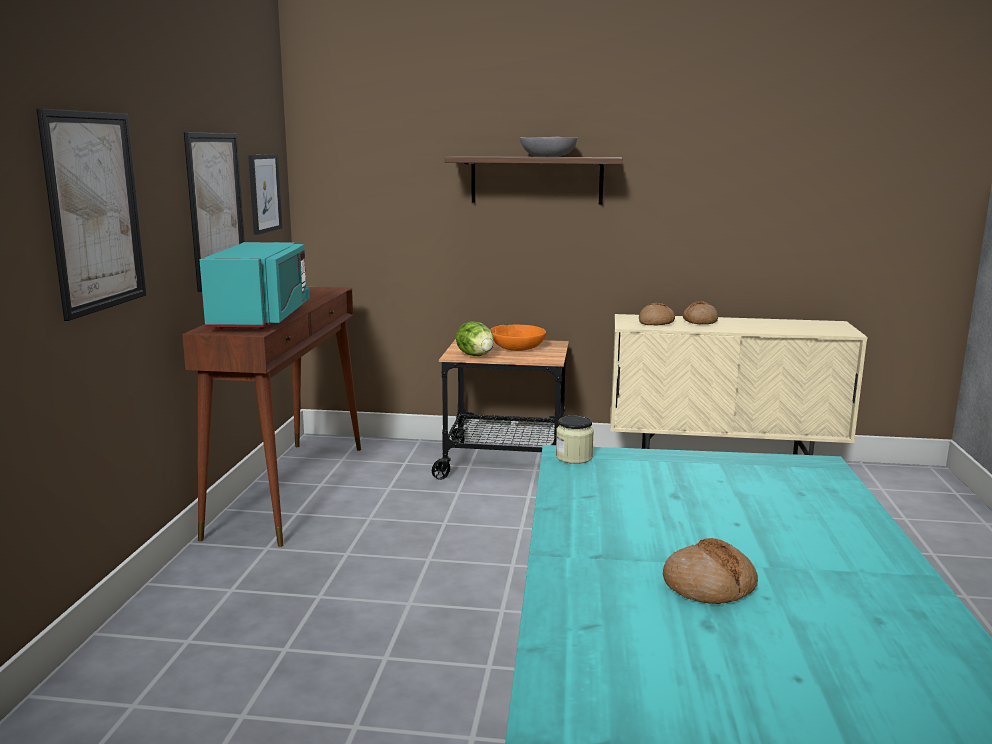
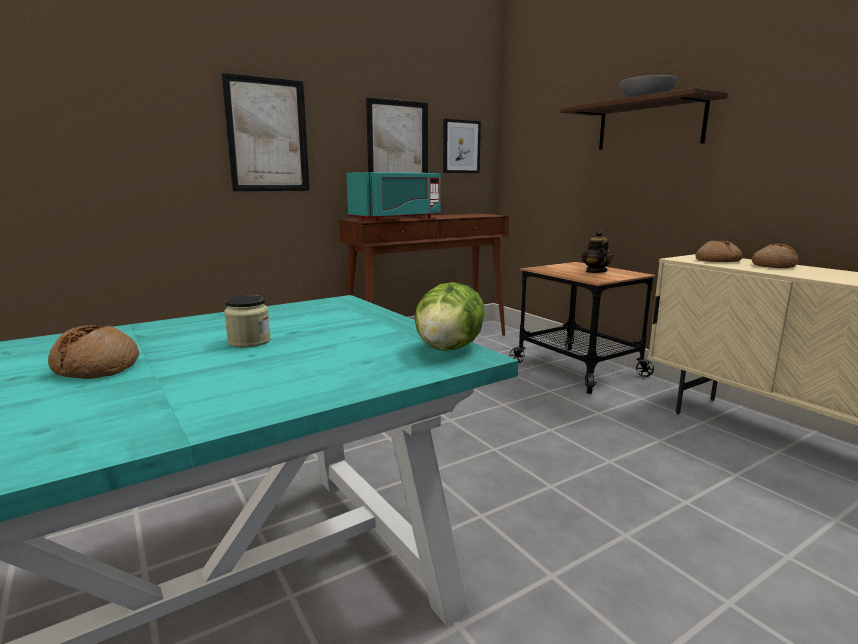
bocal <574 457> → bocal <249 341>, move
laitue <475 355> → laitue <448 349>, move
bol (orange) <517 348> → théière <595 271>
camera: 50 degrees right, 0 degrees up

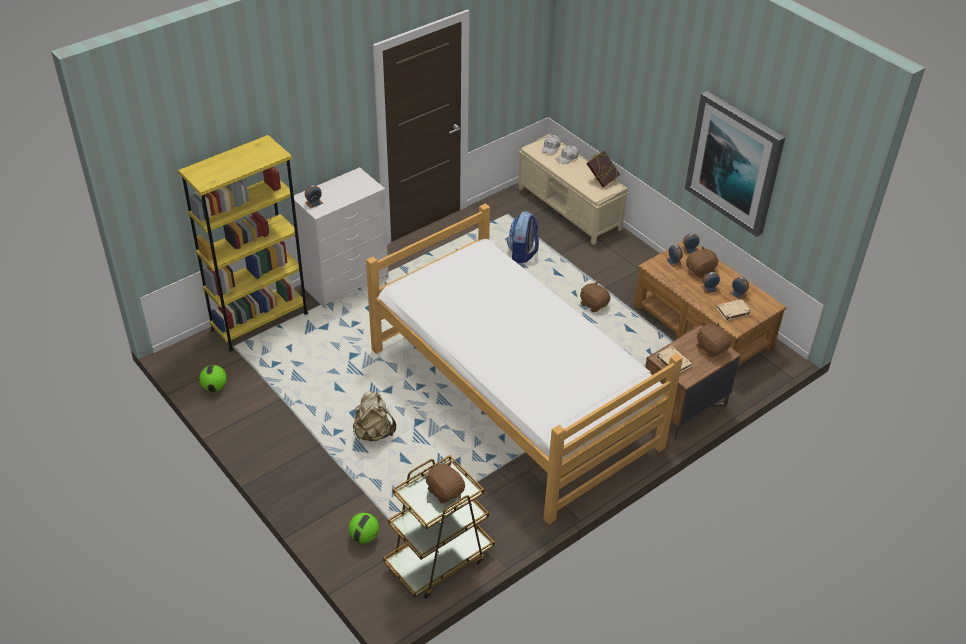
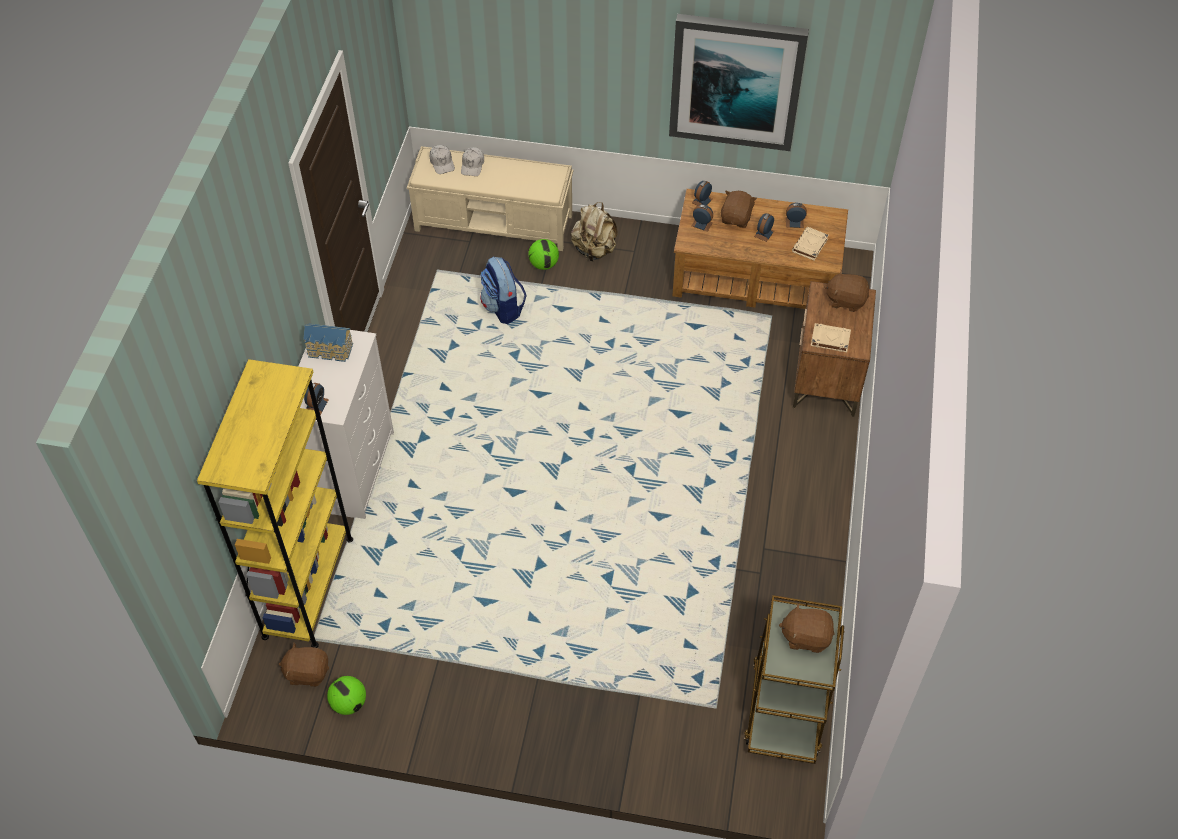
peluche (marron) <593 304> → peluche (marron) <307 672>, move
- → maison miniature <330 351>
ballon de foot <364 537> → ballon de foot <544 264>, move
sac à dos (beige) <373 433> → sac à dos (beige) <594 250>, move
lit <512 398> → -
livre <601 180> → -
camera: 40 degrees left, 10 degrees up

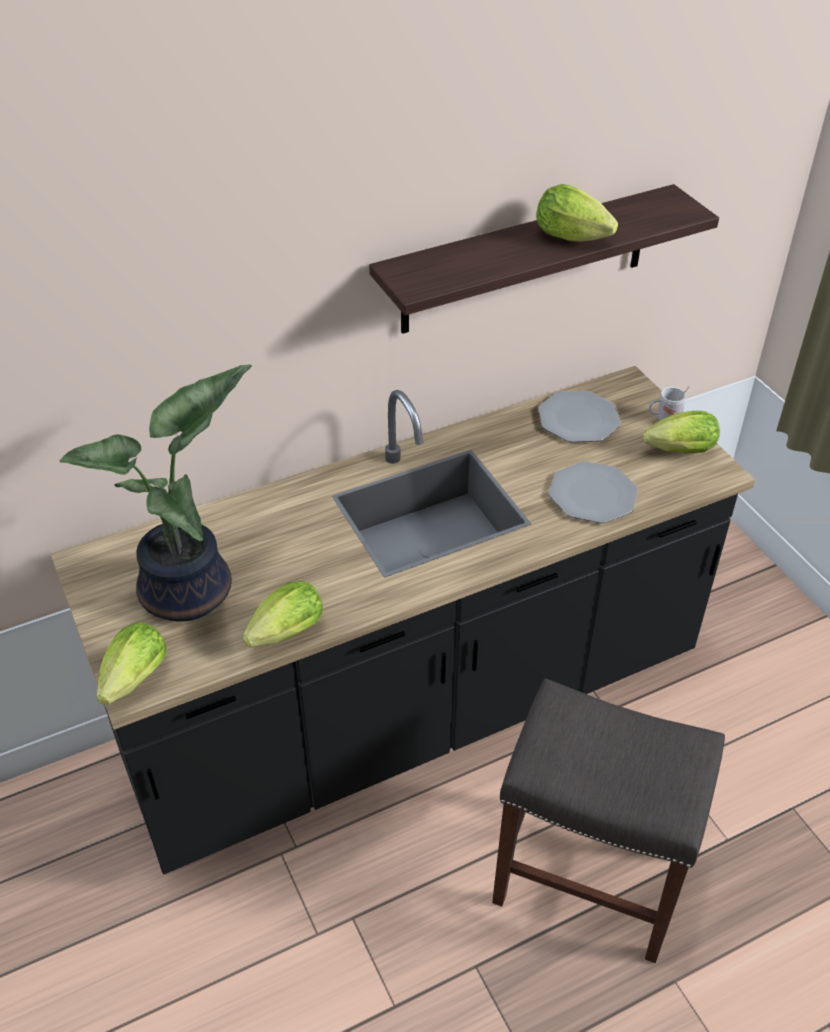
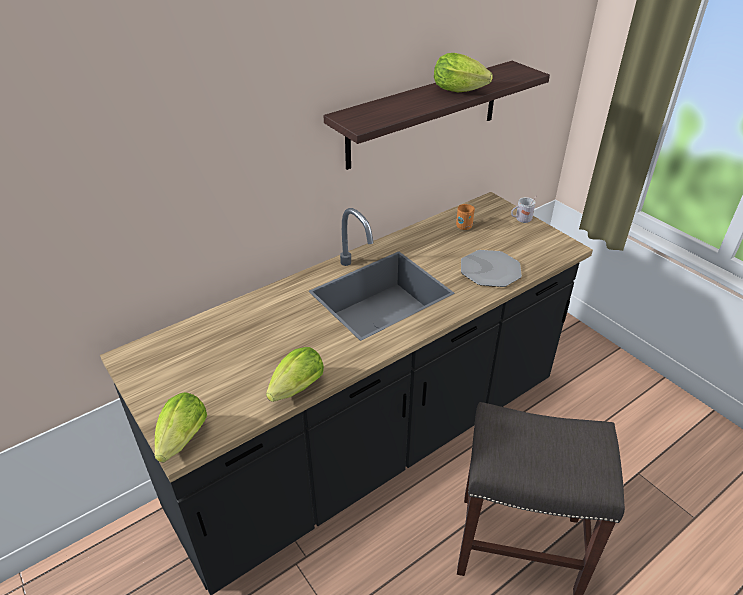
assiette <578 419> → mug (orange) <465 225>
plante en pot <192 593> → -
laitue <676 451> → -
camera: 10 degrees left, 5 degrees down

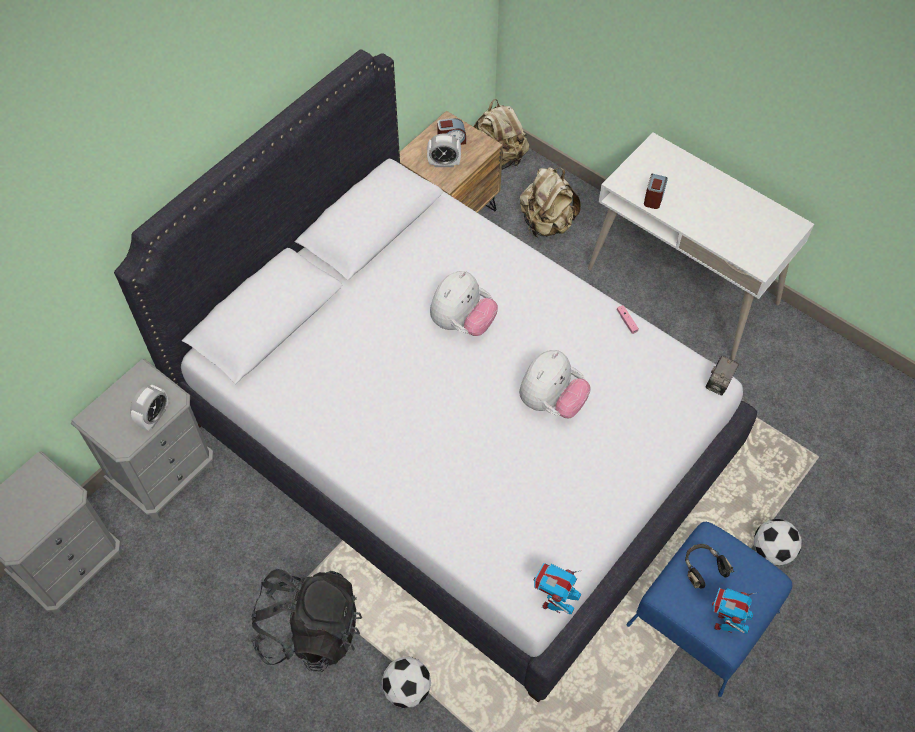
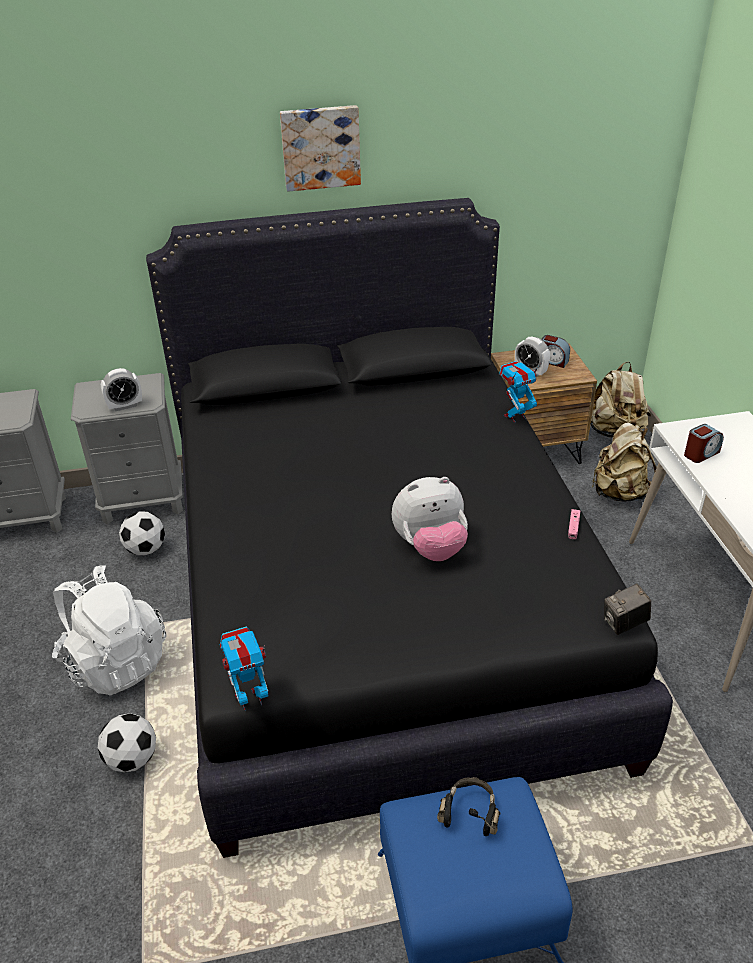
sac à dos (noir) <310 630> → sac à dos (blanc) <115 661>
ballon de foot <772 550> → ballon de foot <146 549>, move
lit (blanc) <455 438> → lit (noir) <378 599>
- → tableau <320 147>
robot jouet <724 623> → robot jouet <515 416>, move
peluche <462 323> → -
camera: 40 degrees right, 20 degrees down

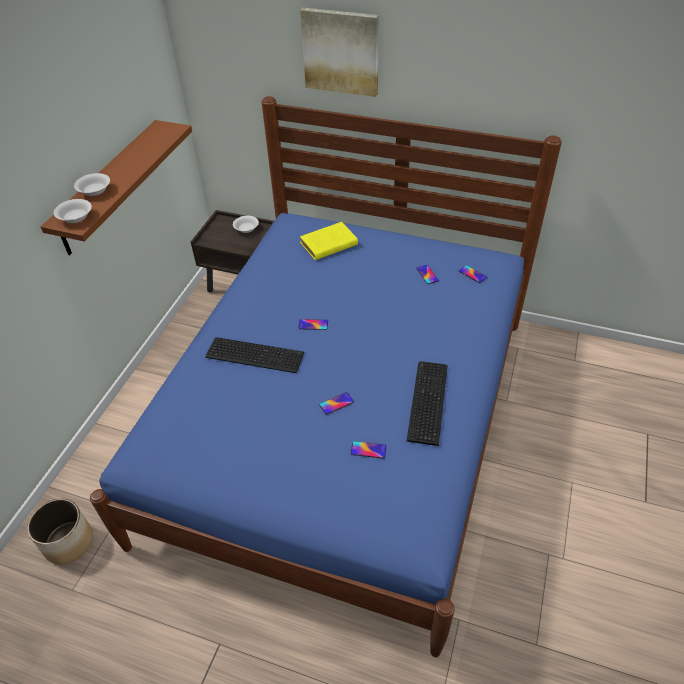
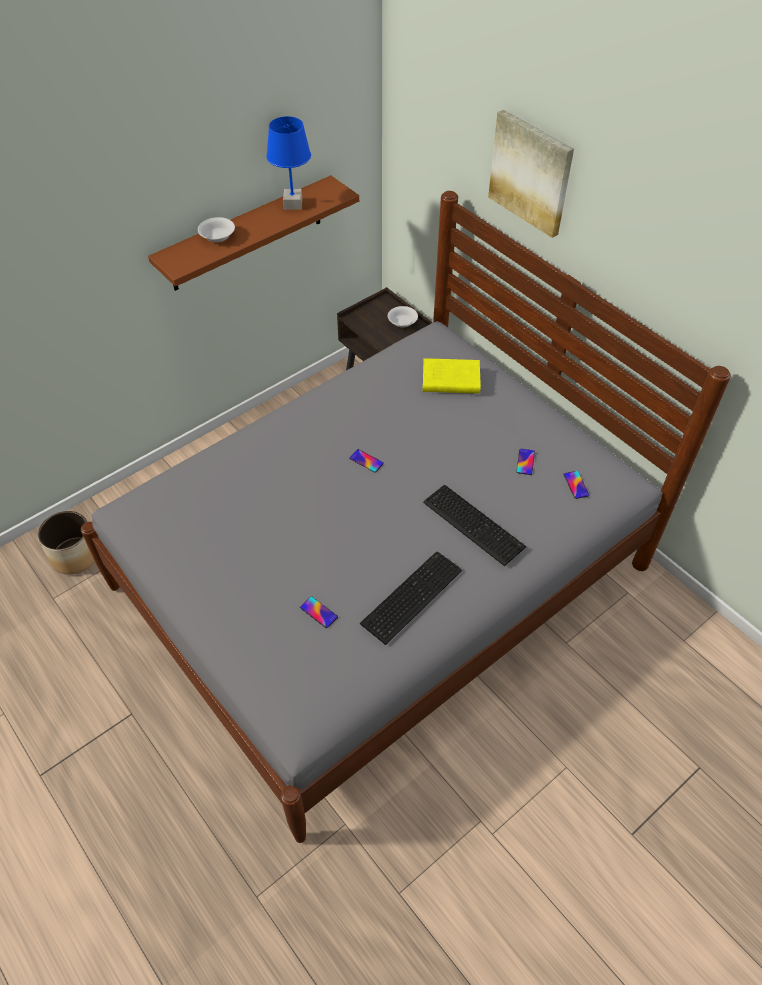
lit (bleu) <344 423> → lit (gris) <380 576>
- → lampe de table (bleu) <293 204>
clavier <254 353> → clavier <473 522>, move
bol (blanc) <75 217> → -
téléphone <336 403> → -
camera: 30 degrees right, 5 degrees up

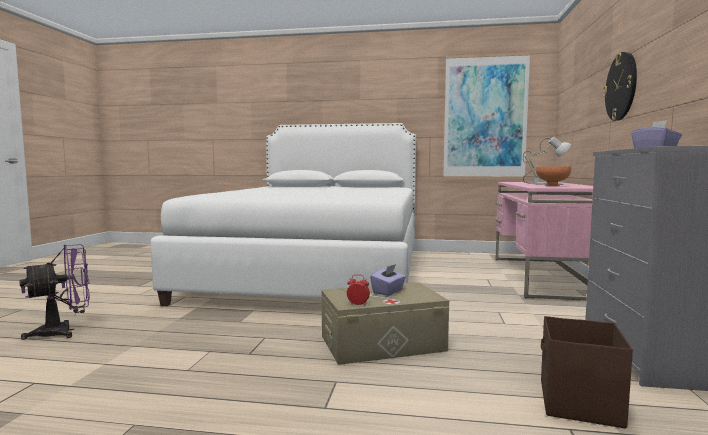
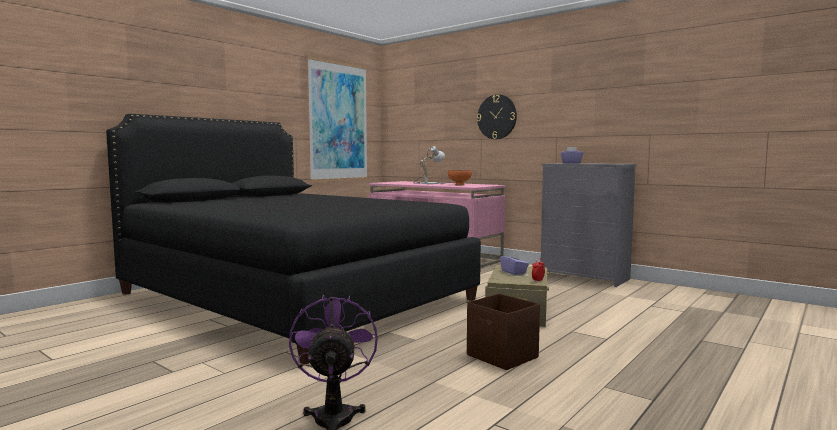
lit (blanc) <316 272> → lit (noir) <294 296>
boîte de rangement (marron) <579 404> → boîte de rangement (marron) <502 357>, move
camera: 60 degrees left, 0 degrees up

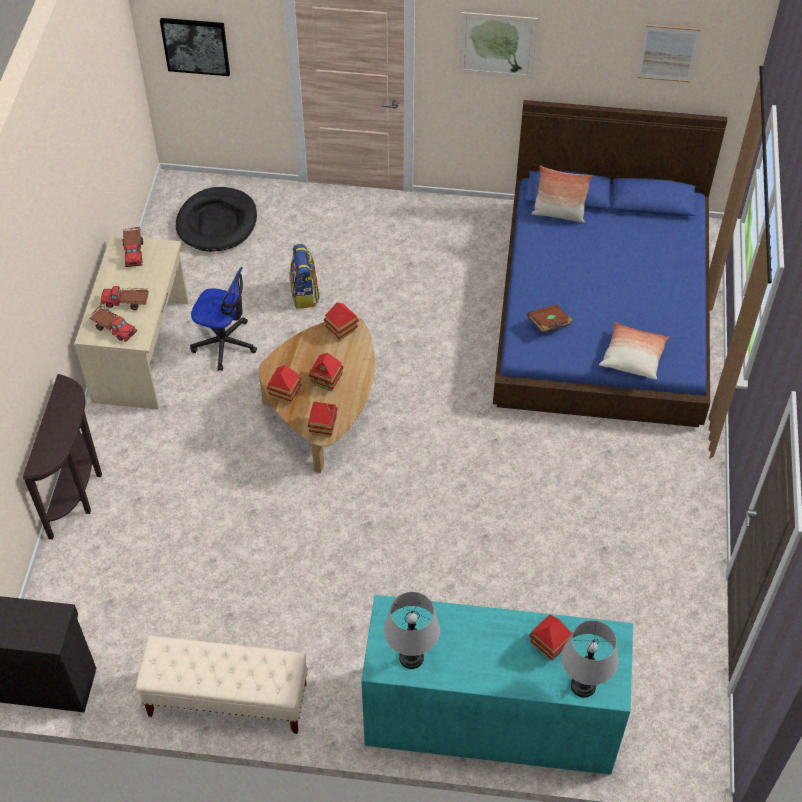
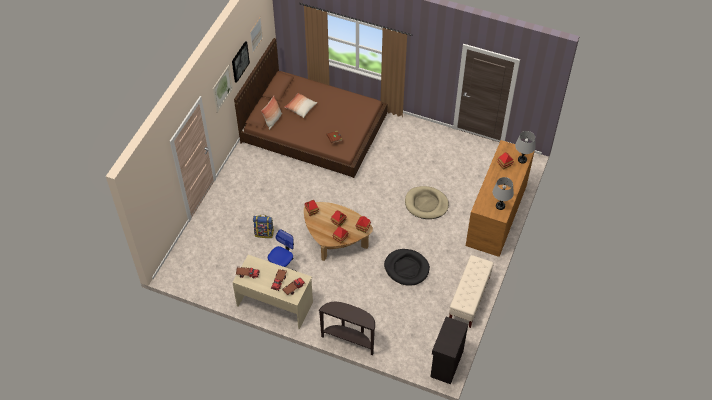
tableau <196 46> → tableau <239 61>, move
lit (bleu) <603 308> → lit (marron) <314 129>
coussin <632 357> → coussin <300 108>, move
panier pour chien (noir) <217 222> → panier pour chien (noir) <406 268>, move
- → panier pour chien (beige) <426 204>
commode (turquoise) <490 718> → commode (marron) <496 215>
camera: 75 degrees left, 0 degrees up

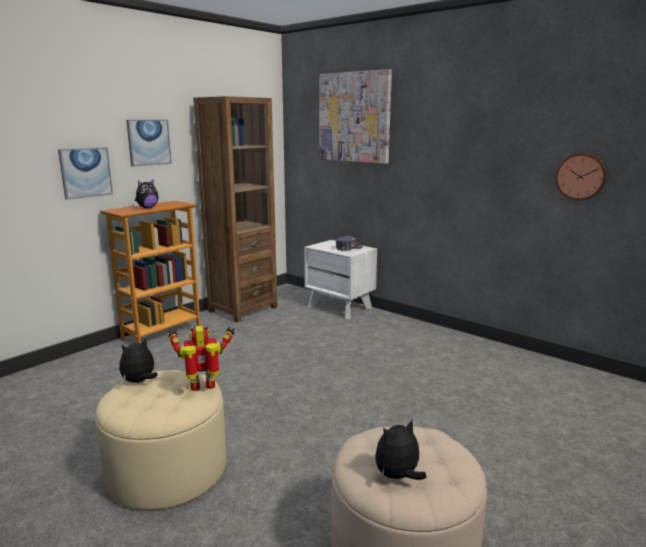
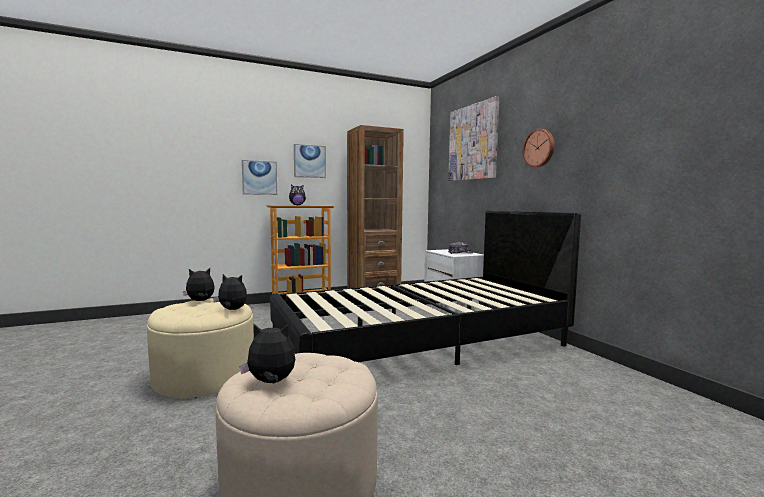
robot jouet <204 388> → peluche <232 310>
- → lit (noir) <421 343>
horloge murale <581 176> → horloge murale <539 148>, move
camera: 25 degrees right, 10 degrees down

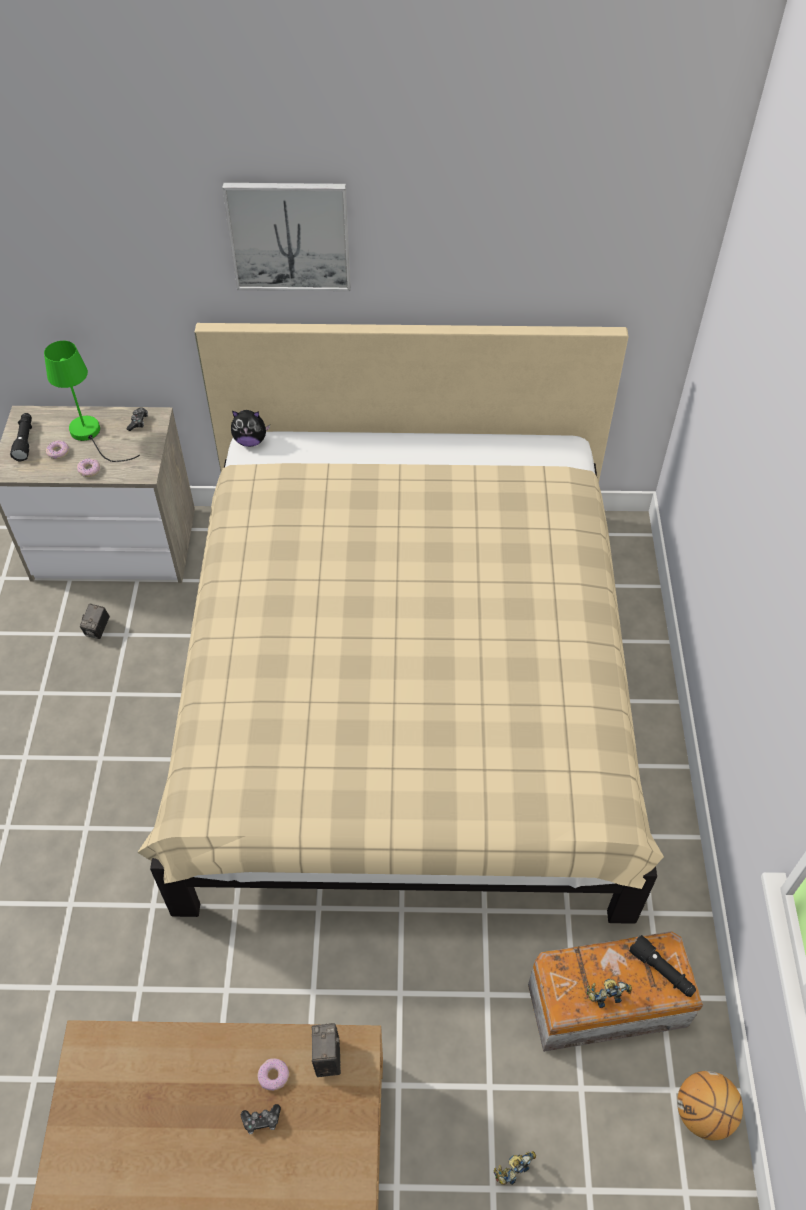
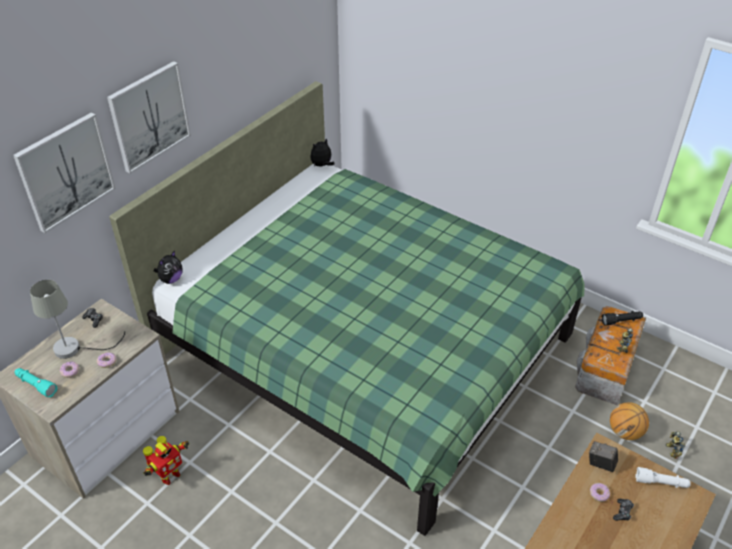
- → tableau <65 172>
lampe de poche (noir) <25 441> → lampe de poche (turquoise) <36 385>
lampe de table (vert) <90 435> → lampe de table (gris) <75 348>
lit (beige) <404 693> → lit (vert) <365 348>
appareil photo <98 629> → robot jouet <169 476>
- → peluche <322 165>
ballon de basket <703 1113> → ballon de basket <625 432>, move
- → lampe de poche (blanc) <661 483>
camera: 55 degrees left, 10 degrees down

